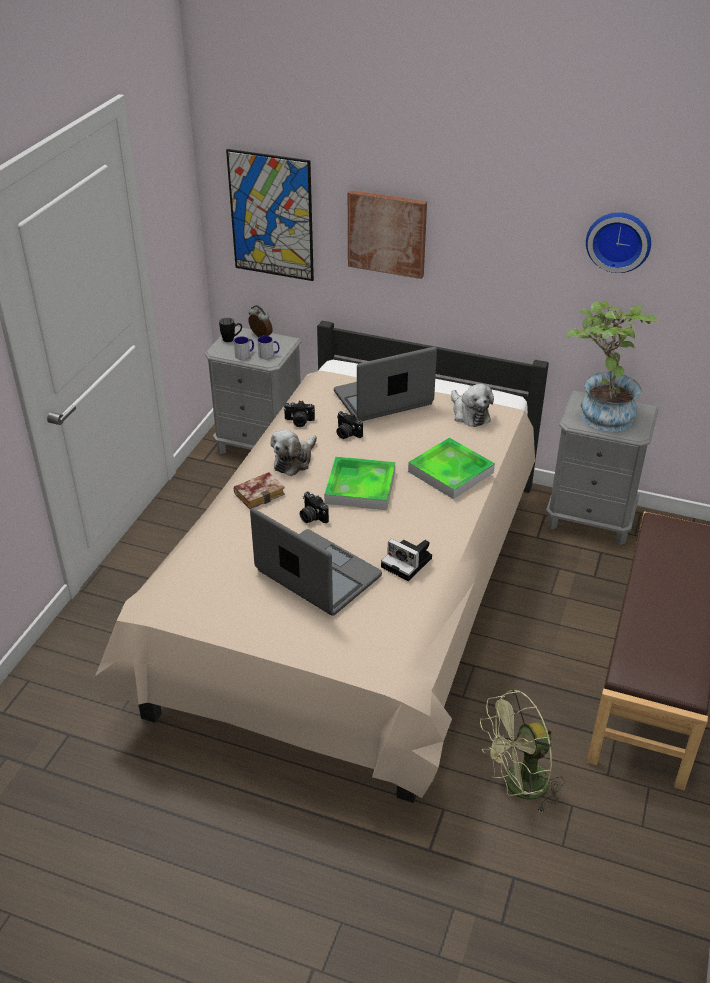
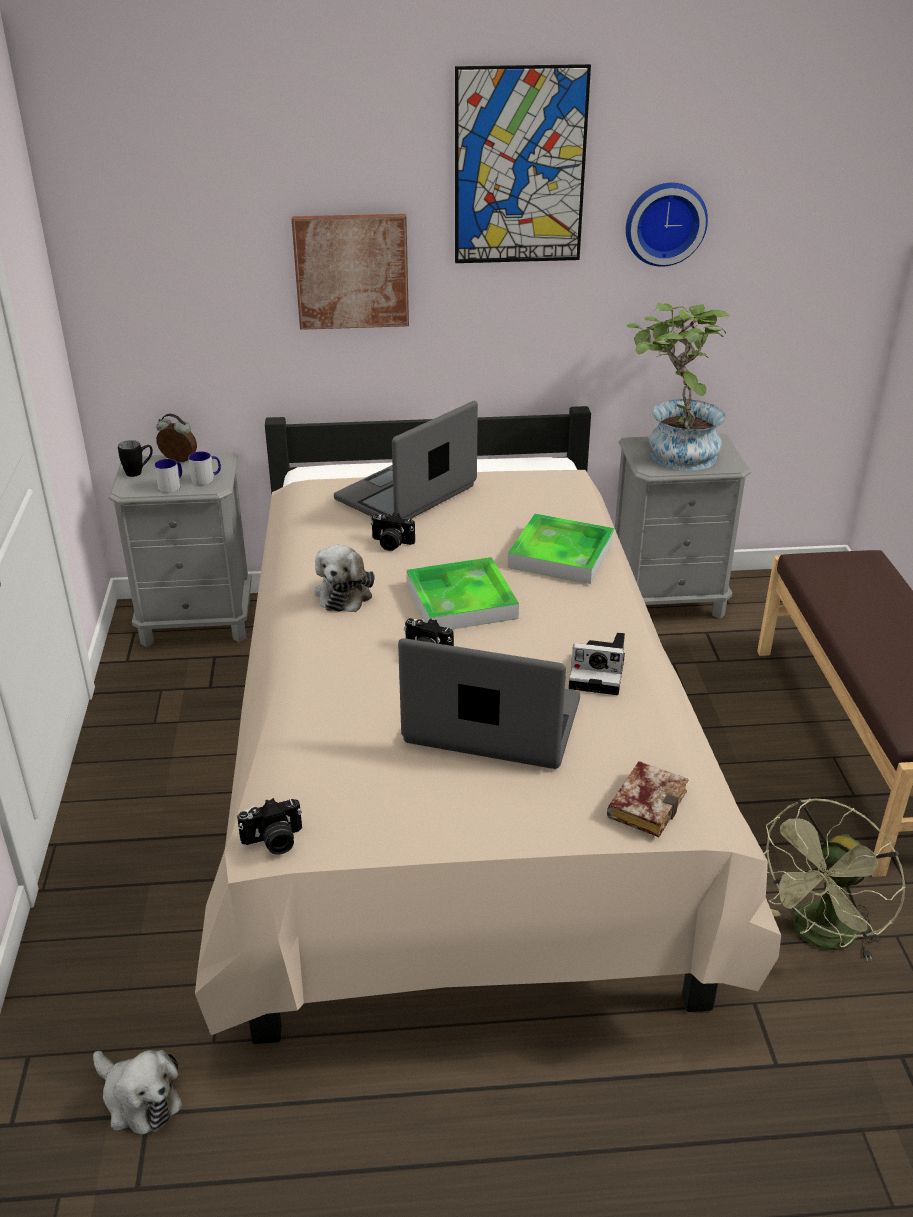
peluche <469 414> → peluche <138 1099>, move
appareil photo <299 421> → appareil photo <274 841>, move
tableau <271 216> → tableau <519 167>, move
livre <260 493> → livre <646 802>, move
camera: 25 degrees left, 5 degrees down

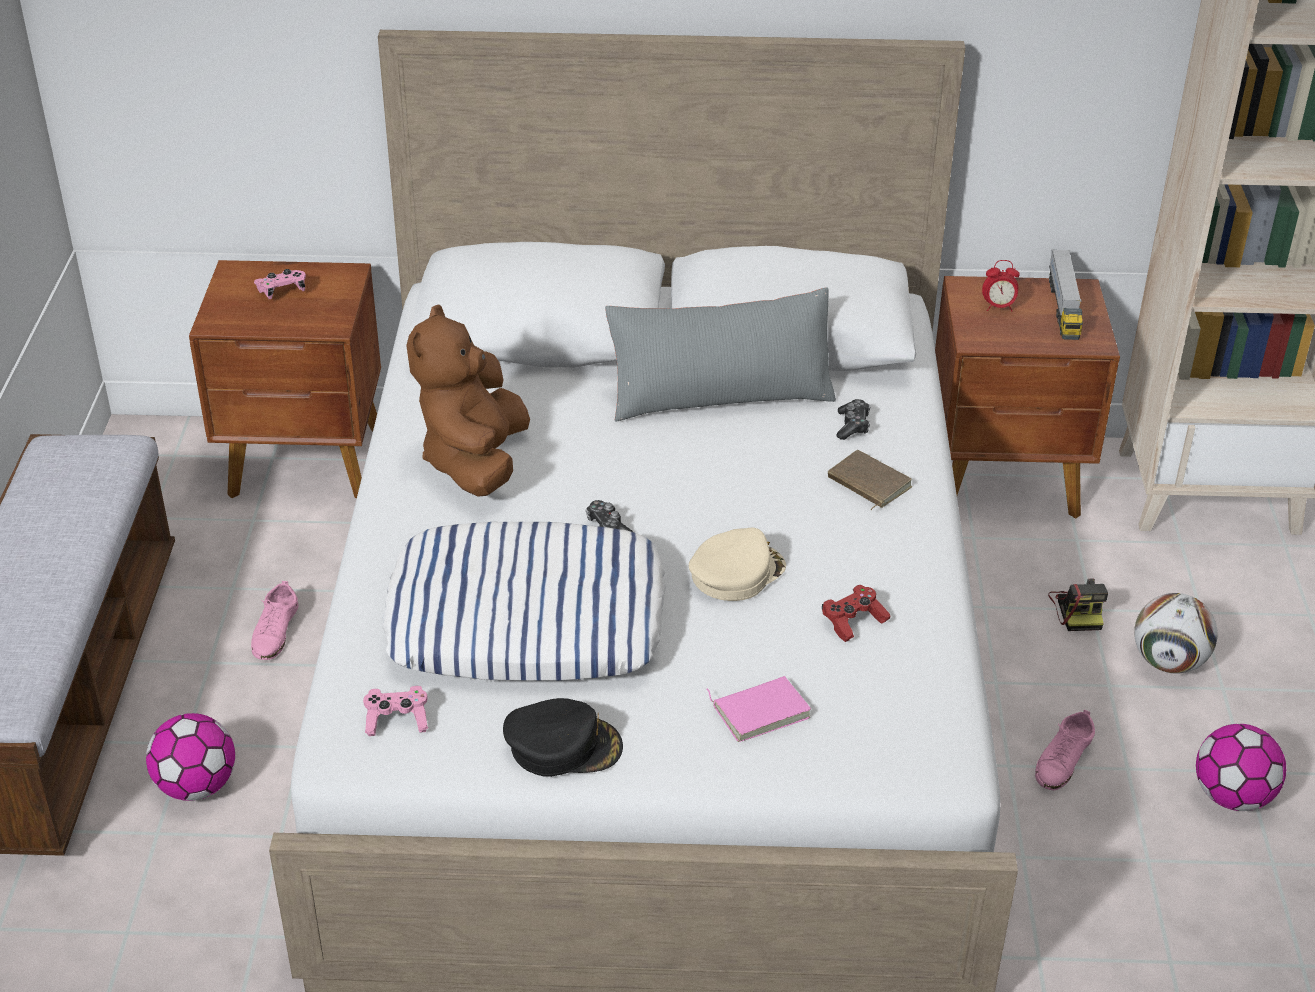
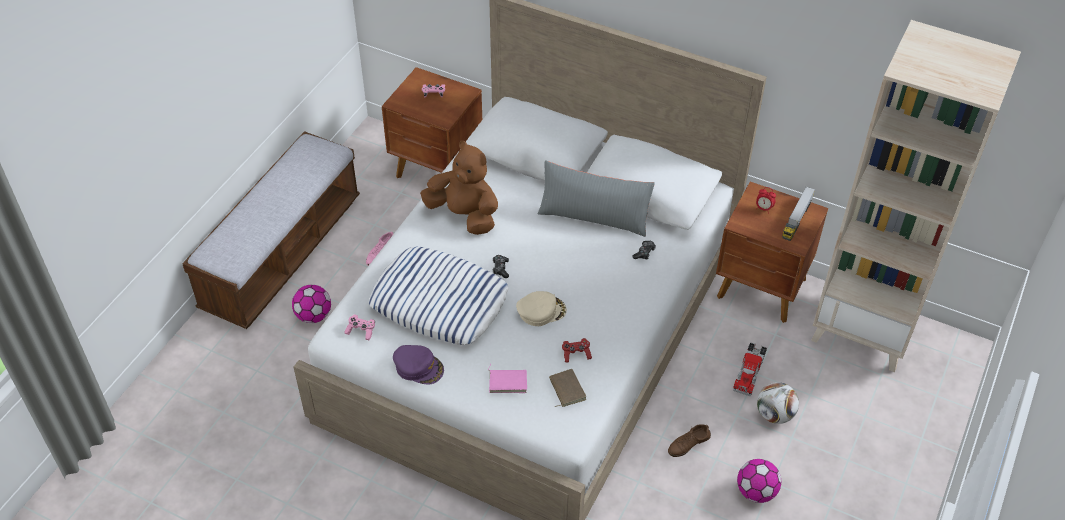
casquette (noir) <563 745> → casquette (violet) <418 367>
peluche (marron) <475 461> → peluche (marron) <464 215>, 90 degrees clockwise
livre (marron) <867 484> → livre (marron) <566 389>, move
chaussure (rose) <1063 760> → chaussure (marron) <688 444>
appareil photo <1078 609> → camion jouet <749 371>
camera: 25 degrees right, 10 degrees up

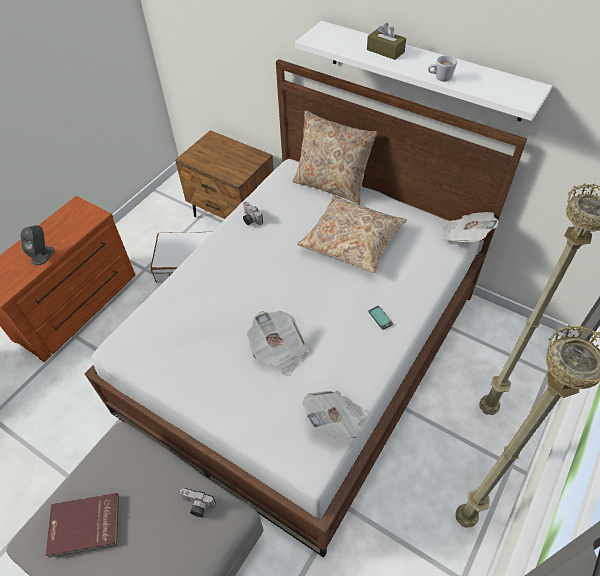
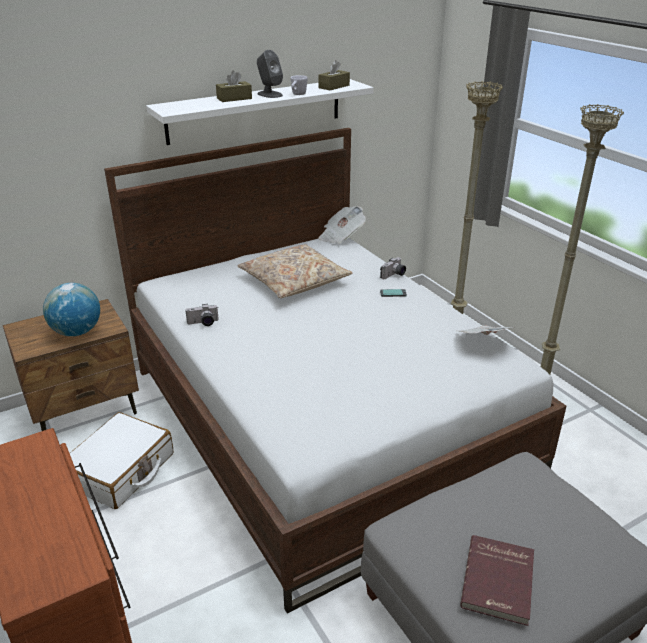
- → globe <77 332>
enceinte (gris) <43 255> → enceinte (gris) <269 94>, move
- → boîte à mouchoirs (marron) <334 86>
appareil photo <197 506> → appareil photo <394 275>, move
journal <278 351> → -
coussin (beige) <332 185> → -
camera: 65 degrees left, 20 degrees down

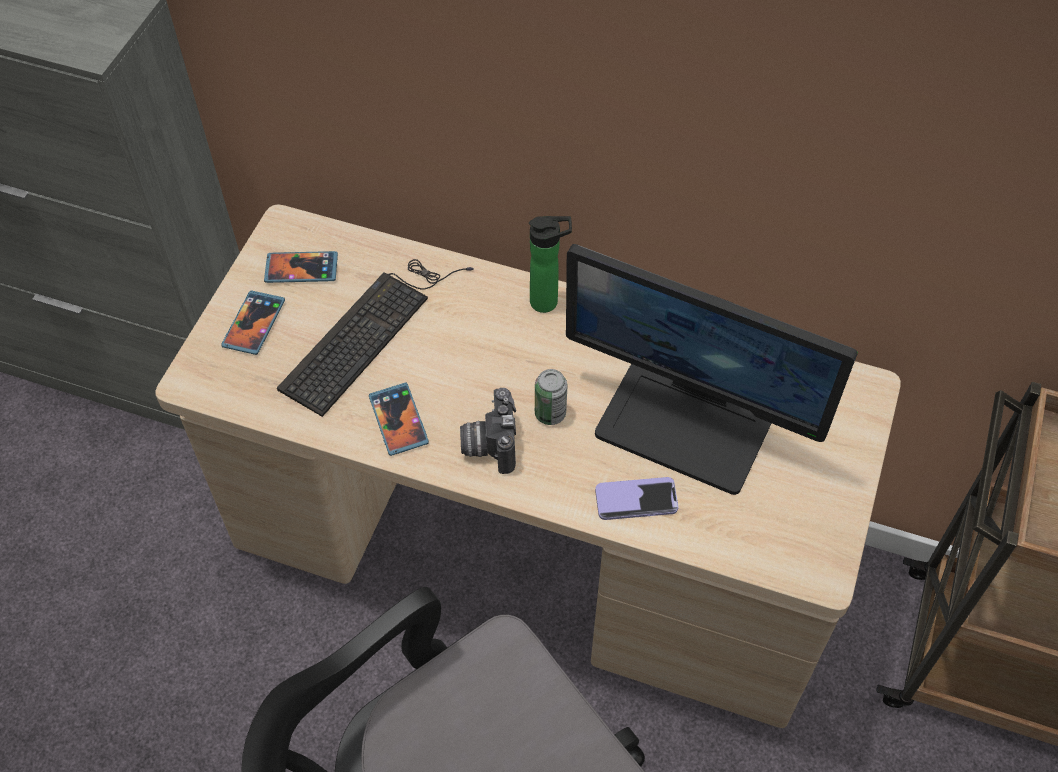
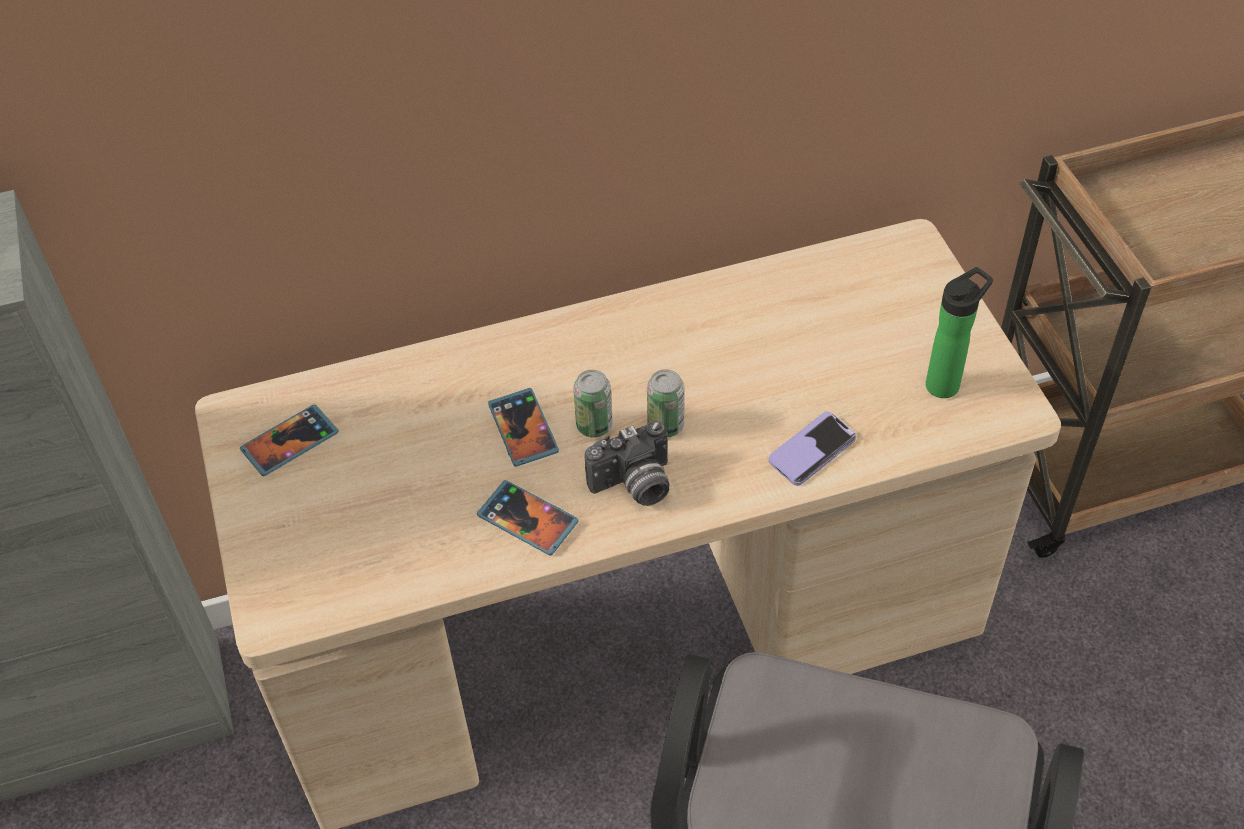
téléphone <254 324> → téléphone <523 429>, move
- → boîte métallique <594 425>
appareil photo <489 443> → appareil photo <634 486>, 75 degrees counterclockwise
bouteille <548 302> → bouteille <946 383>, move
clavier <371 330> → -
écran d'ordinateur <686 424> → -
camera: 35 degrees left, 5 degrees down

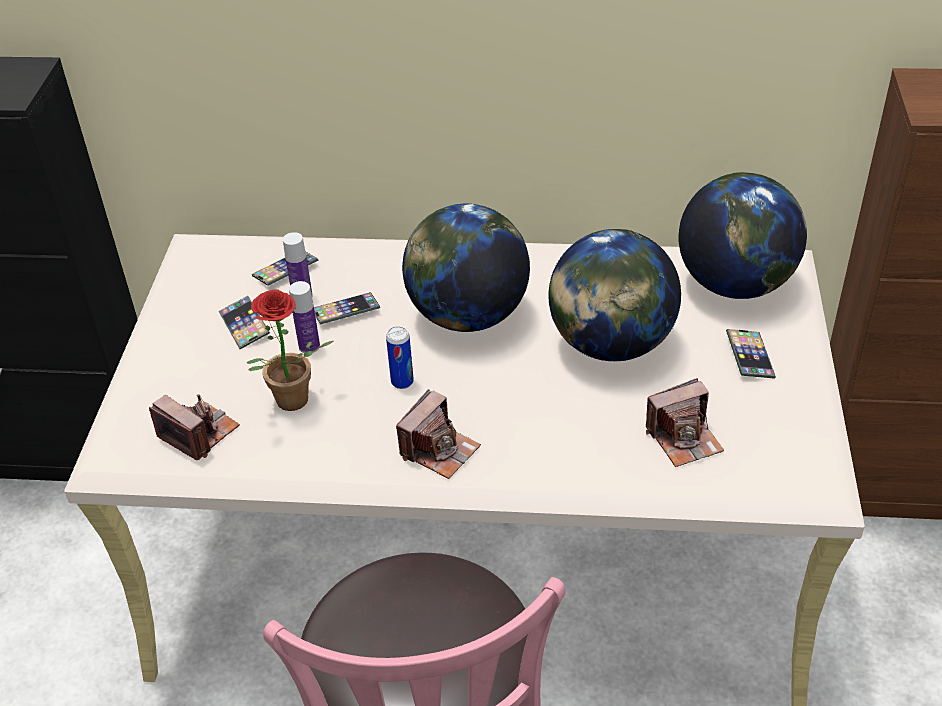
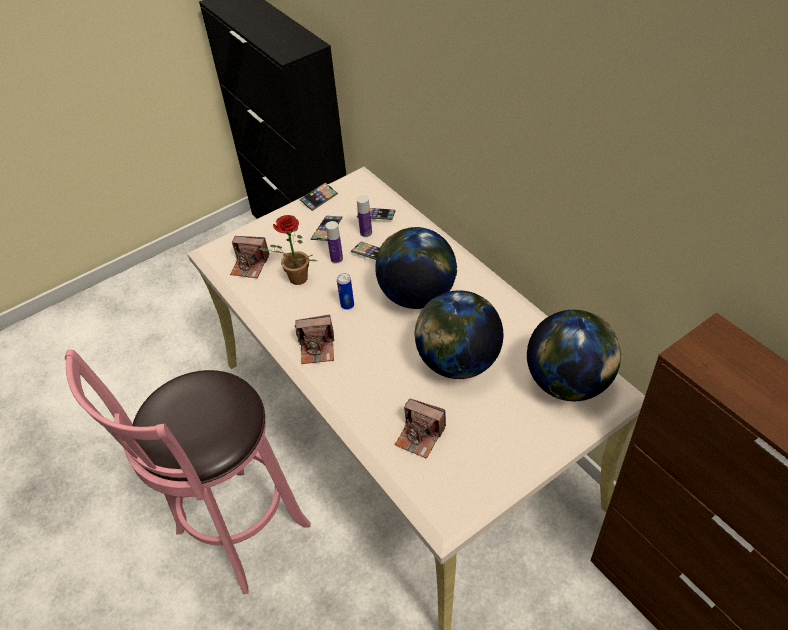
appareil photo <199 433> → appareil photo <250 265>, 105 degrees clockwise
téléphone <749 357> → téléphone <319 198>, move
camera: 50 degrees right, 5 degrees up

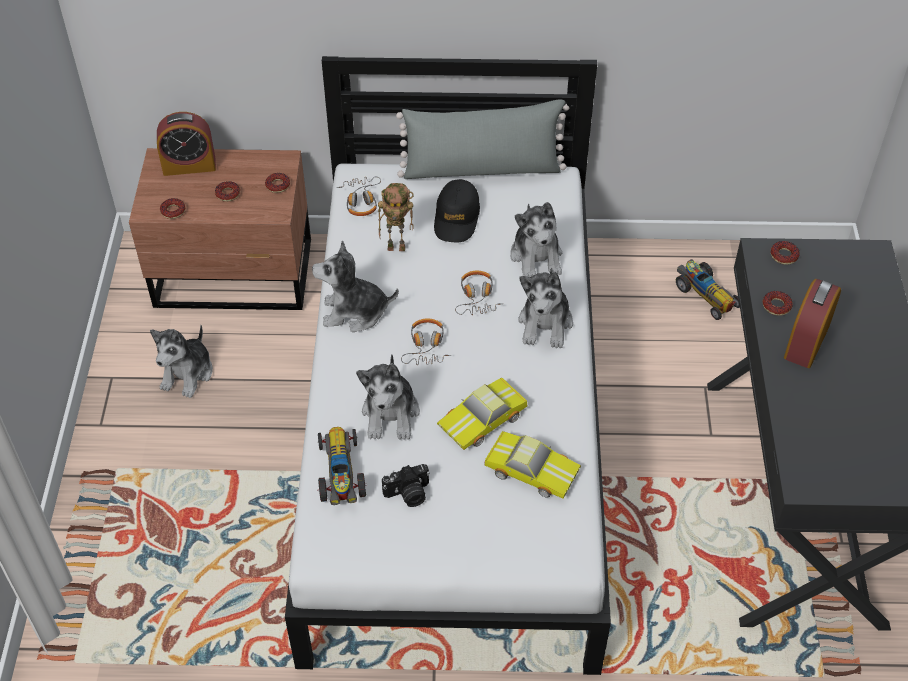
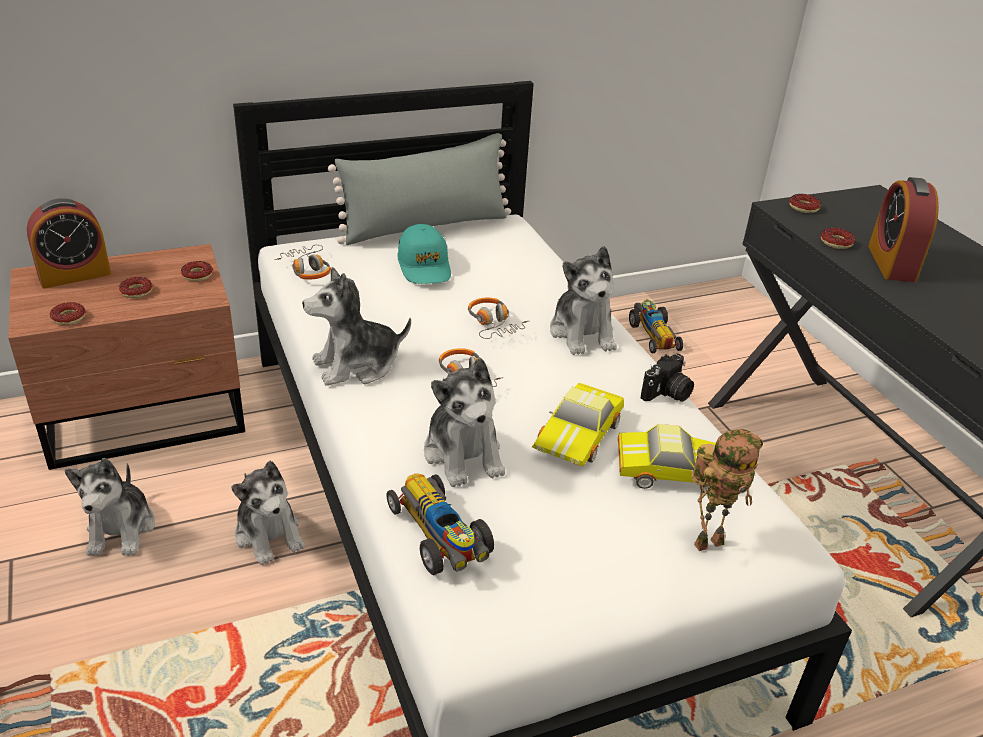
peluche <536 256> → peluche <269 534>, move
casquette (noir) <457 218> → casquette (turquoise) <424 266>
petite voiture <705 294> → petite voiture <653 334>, 45 degrees clockwise
appareil photo <408 494> → appareil photo <667 394>, move
robot jouet <397 247> → robot jouet <708 541>, move
camera: 25 degrees left, 15 degrees down

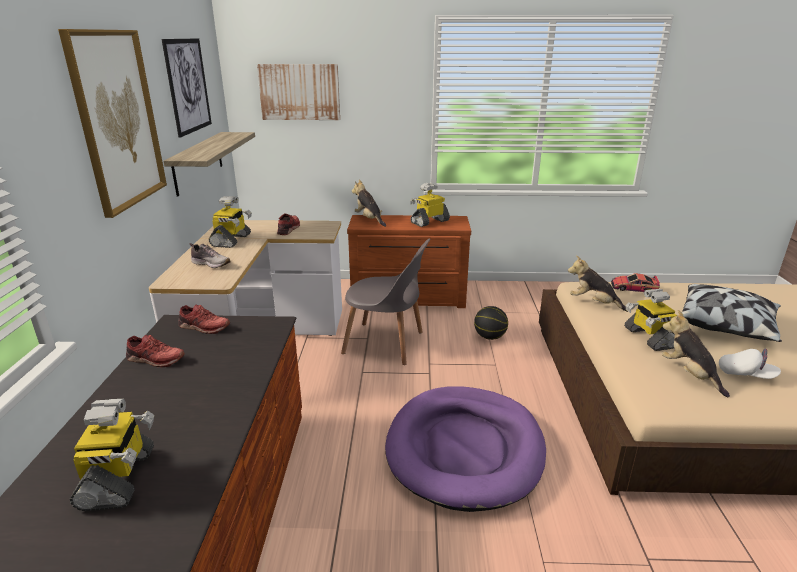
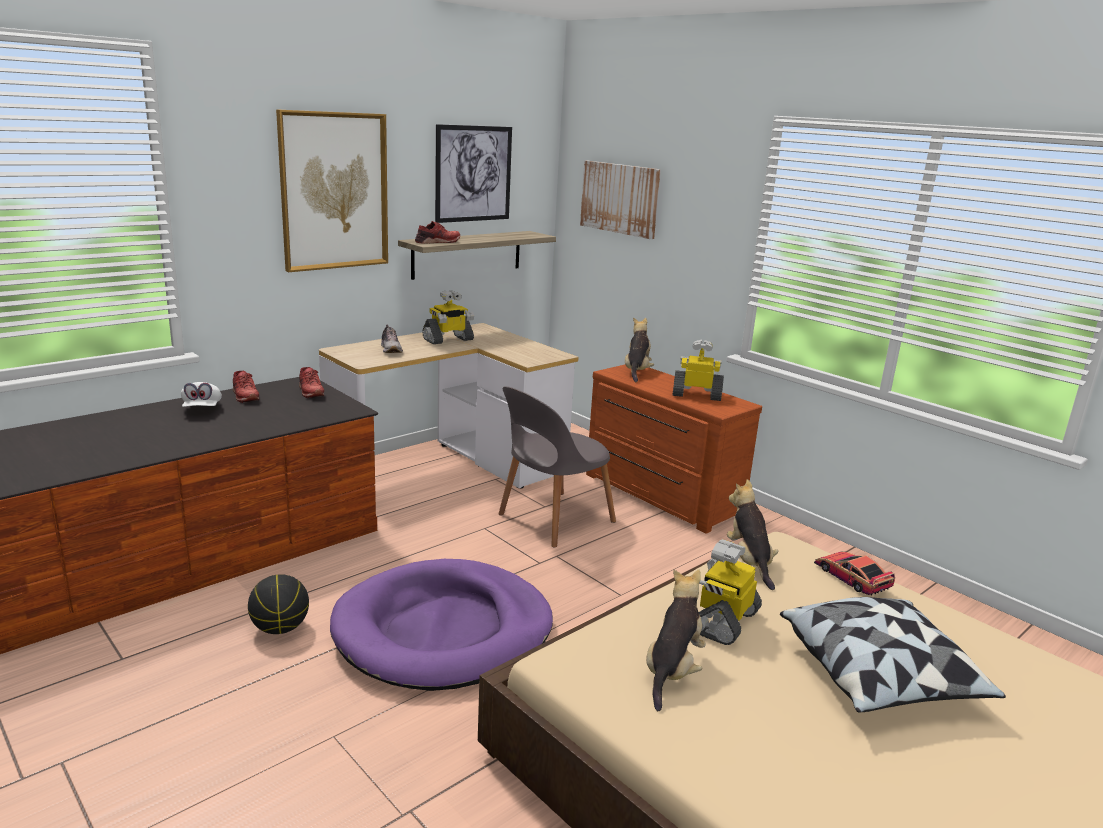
casquette (blanc) <746 374> → casquette (blanc) <202 409>, move
ballon de basket <489 337> → ballon de basket <280 628>, move
chaussure (rouge) <289 228> → chaussure (rouge) <438 242>, move
chaise (gris) <387 344> → chaise (gris) <552 520>, 75 degrees clockwise
robot jouet <119 478> → -
camera: 45 degrees right, 5 degrees down

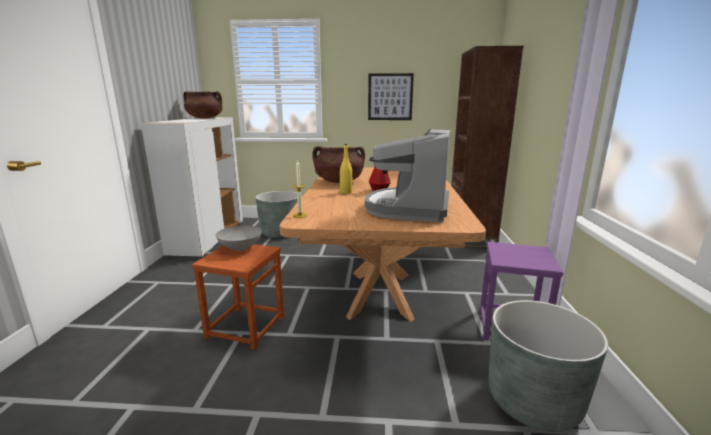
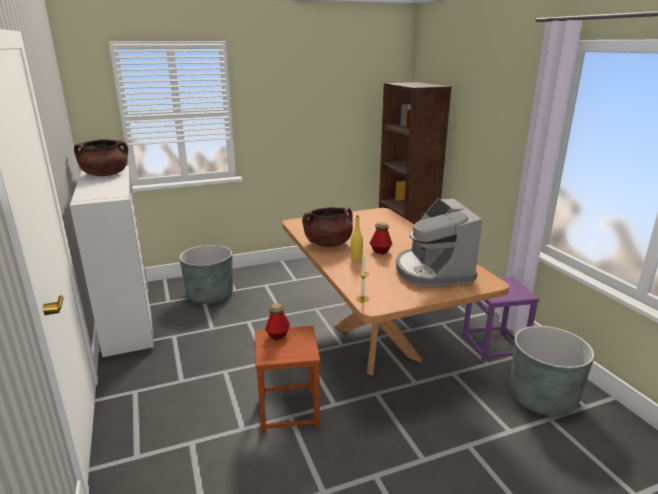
bol (gris) <241 248> → bouteille <278 335>
tableau <390 97> → -
camera: 25 degrees left, 5 degrees up

